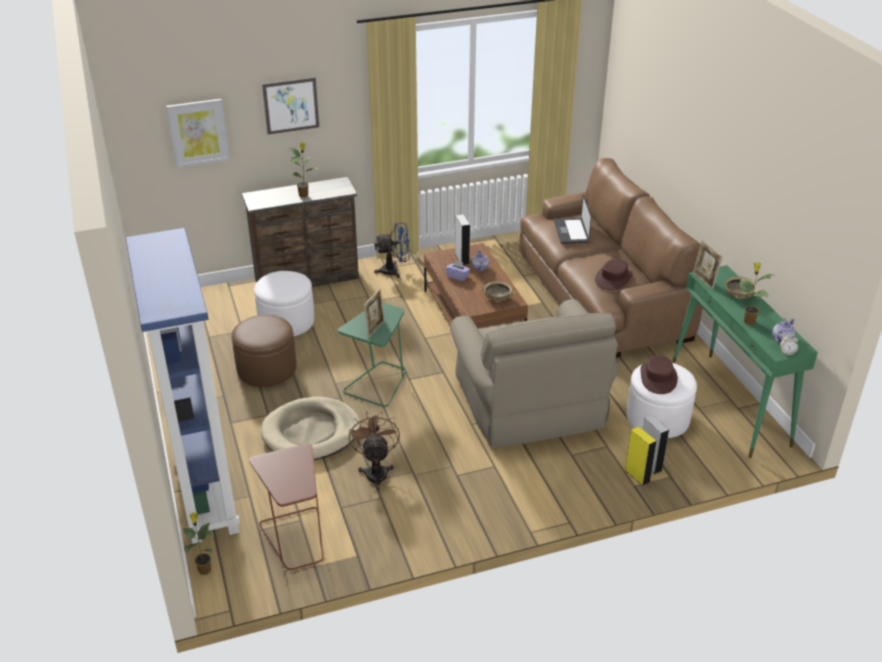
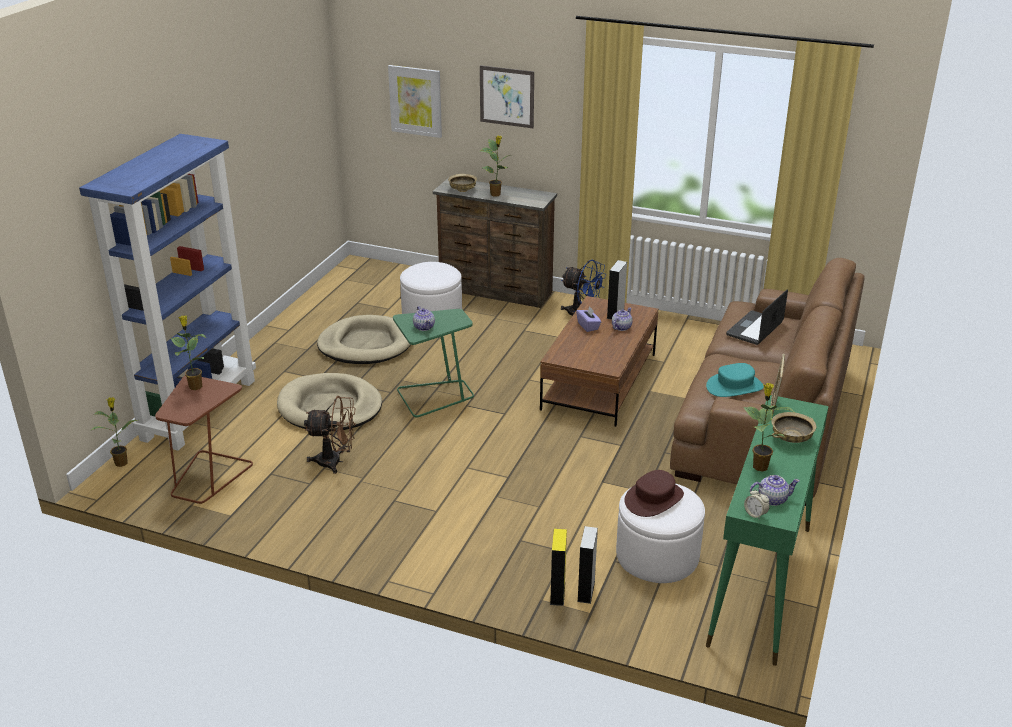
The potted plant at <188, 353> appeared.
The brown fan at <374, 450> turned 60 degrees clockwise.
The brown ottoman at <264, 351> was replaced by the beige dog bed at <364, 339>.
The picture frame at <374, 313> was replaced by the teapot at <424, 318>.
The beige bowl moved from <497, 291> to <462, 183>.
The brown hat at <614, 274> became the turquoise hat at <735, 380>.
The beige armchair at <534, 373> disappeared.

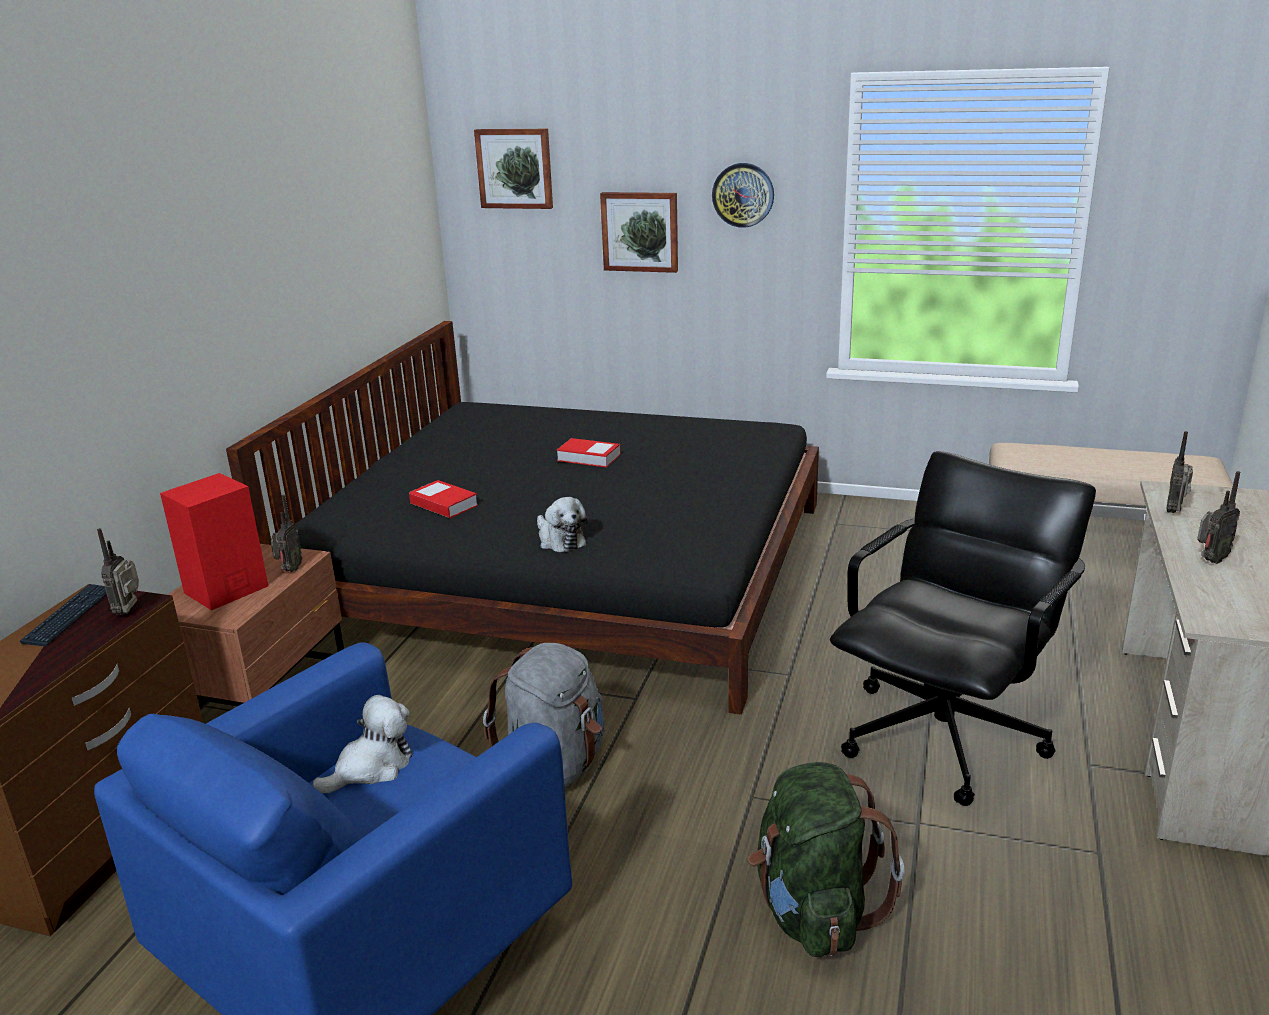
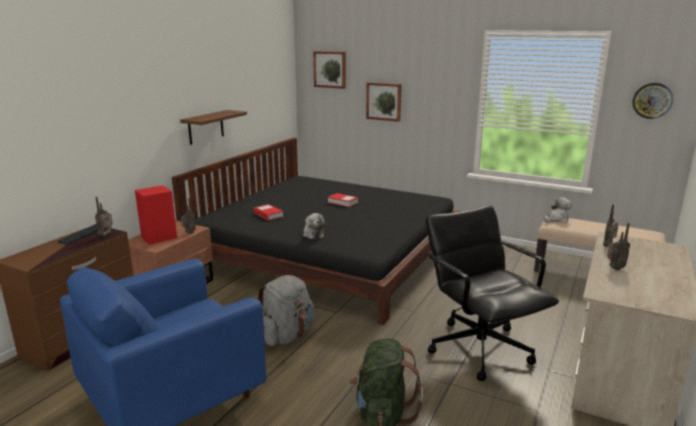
The brown shelf at <213, 127> appeared.
The black office chair at <963, 628> turned 75 degrees counterclockwise.
The plush toy moved from <362, 744> to <558, 210>.
The wall clock moved from <743, 195> to <652, 101>.

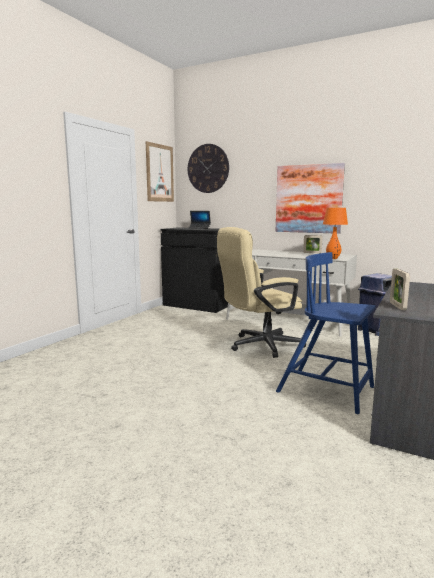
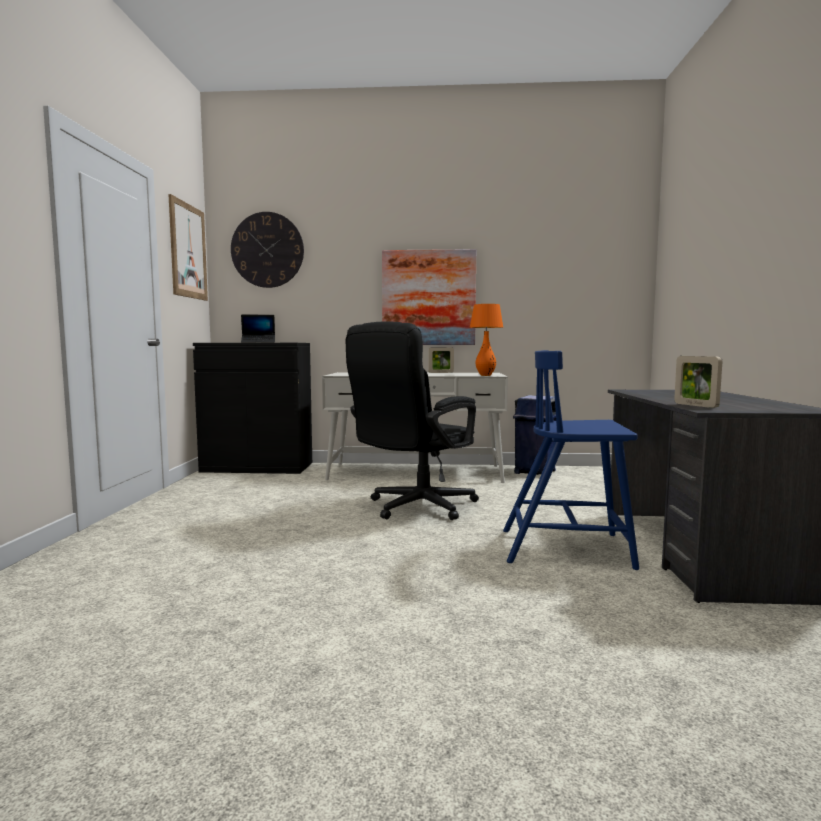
The beige office chair at <261, 292> became the black office chair at <412, 420>.

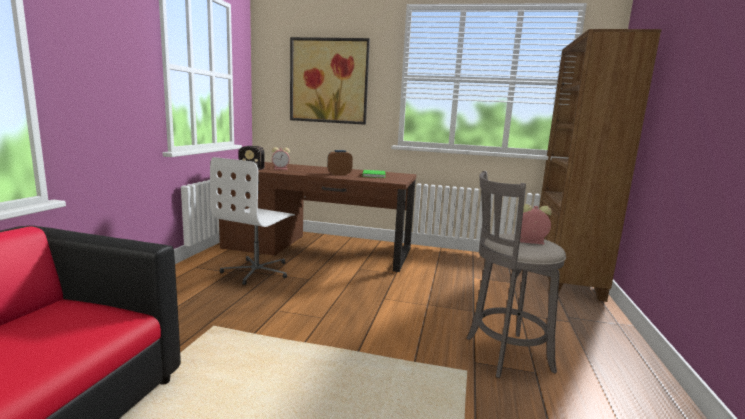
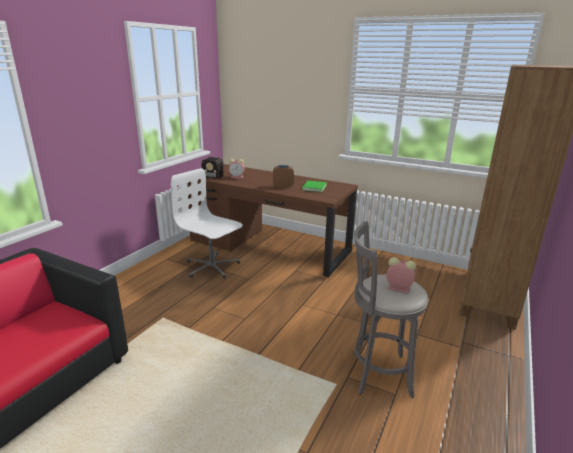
The white office chair at <252, 221> turned 90 degrees clockwise.
The picture at <330, 81> disappeared.

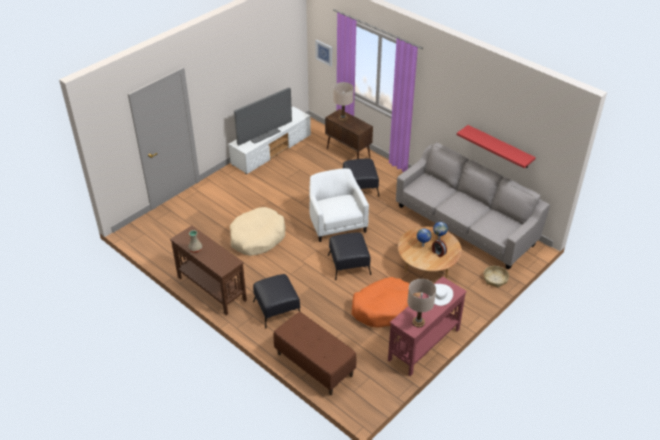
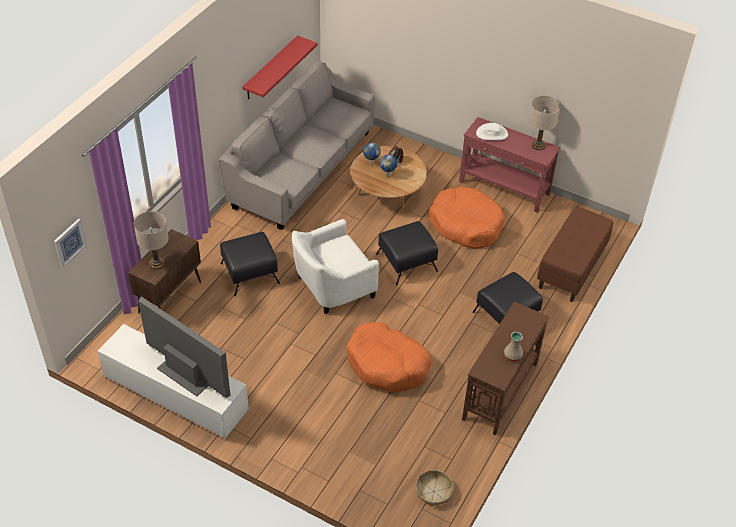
The beige dog bed at <257, 231> became the orange dog bed at <389, 357>.
The basket moved from <496, 277> to <435, 488>.

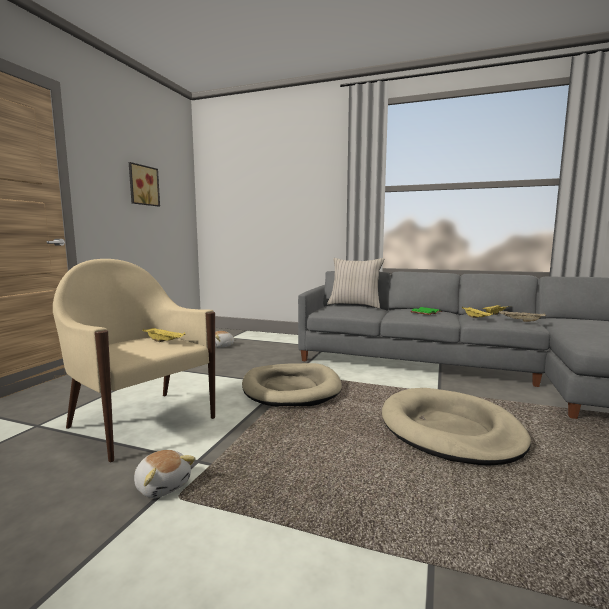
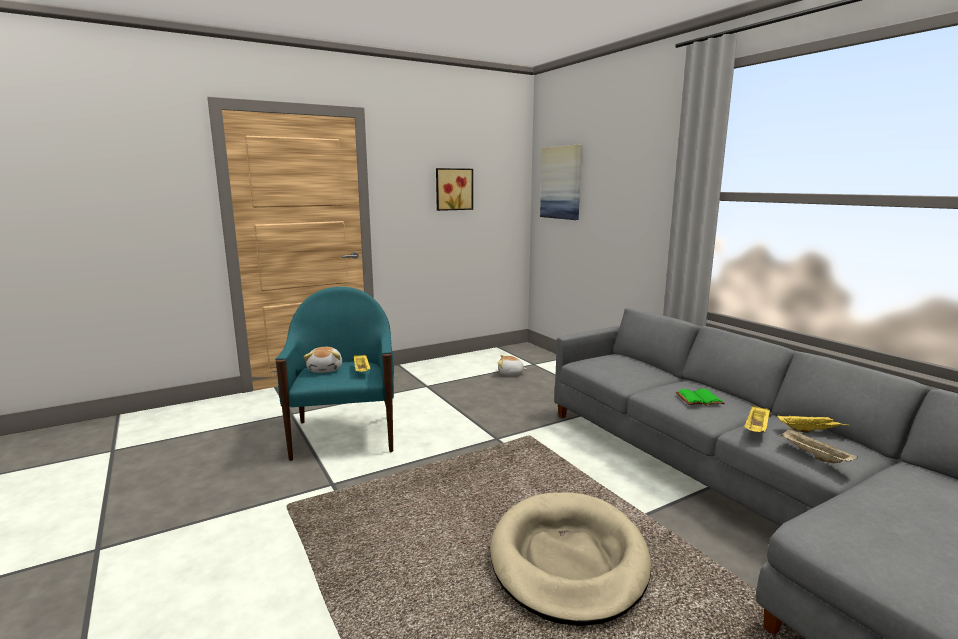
The beige armchair at <134, 360> became the turquoise armchair at <335, 374>.
The plush toy moved from <165, 474> to <323, 360>.
The picture at <561, 182> appeared.
The beige dog bed at <292, 385> disappeared.
The beige pillow at <355, 283> disappeared.

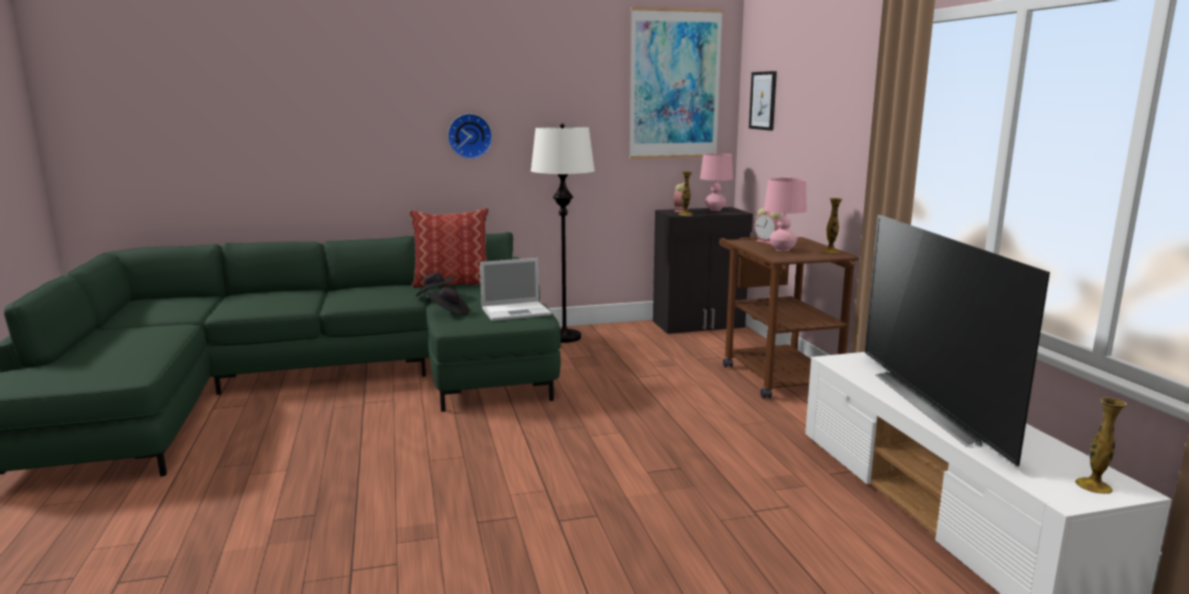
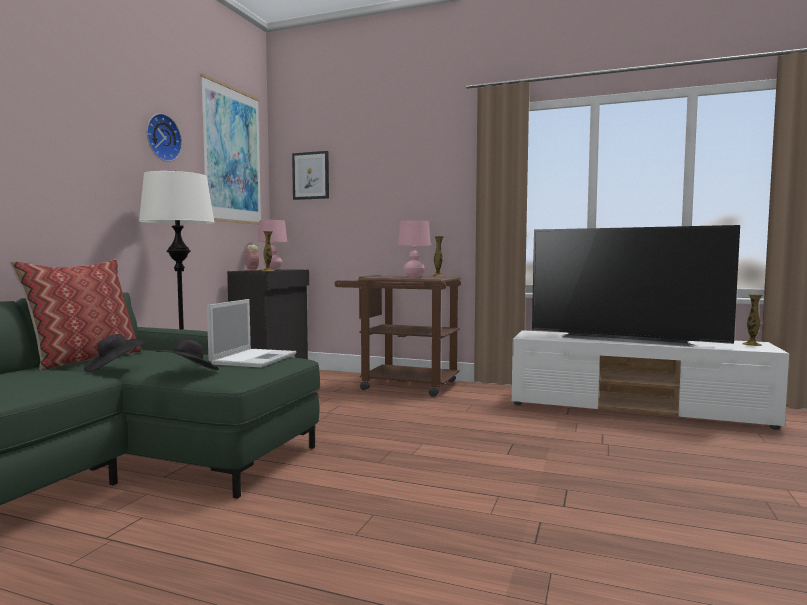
The wall clock moved from <470, 136> to <164, 137>.
The alarm clock at <767, 226> disappeared.

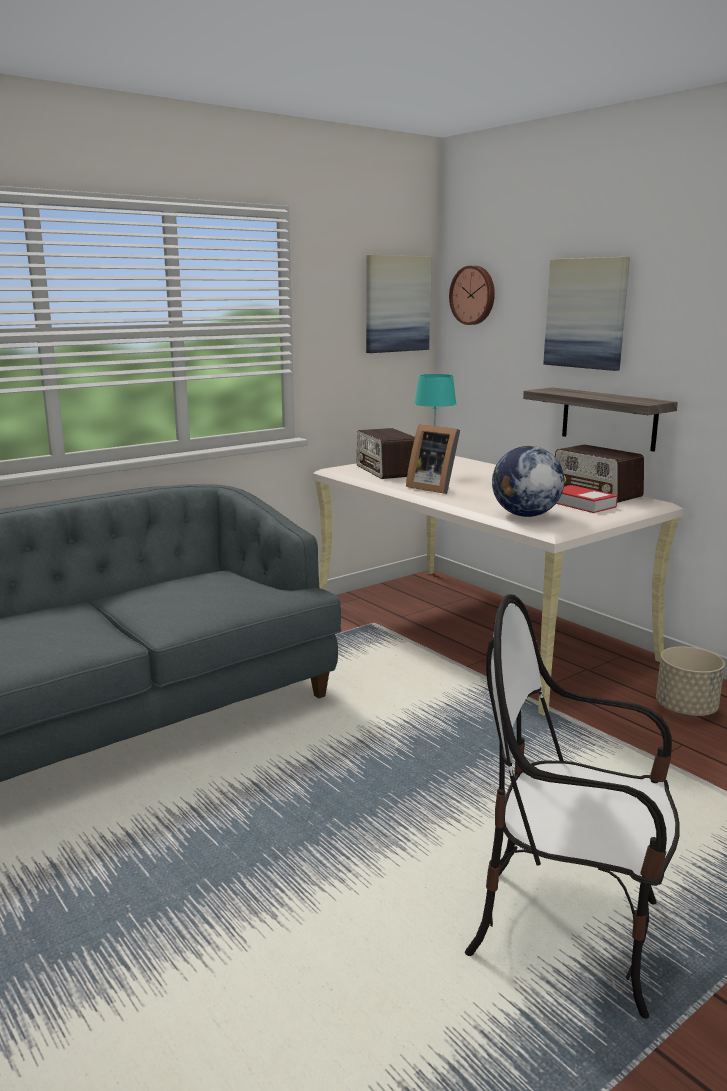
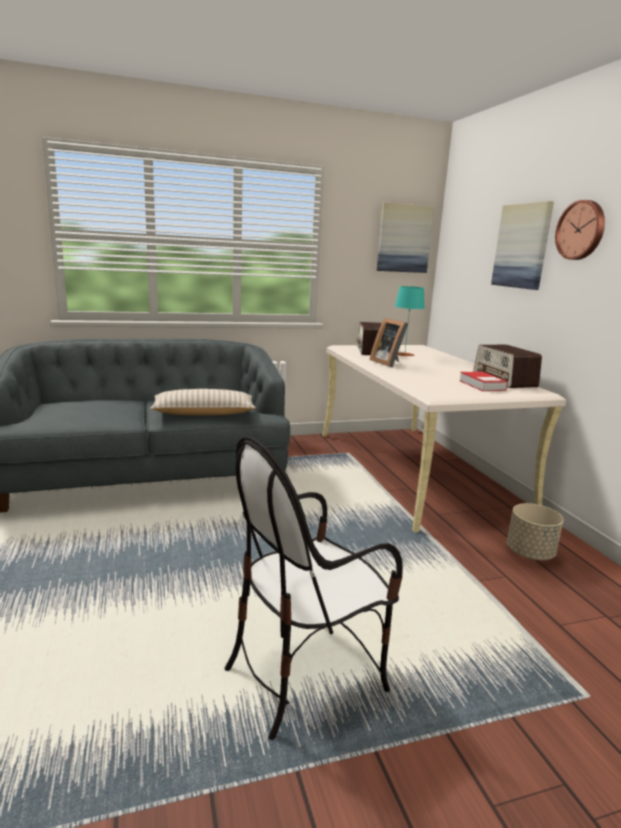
The beige pillow at <203, 402> appeared.
The chair at <572, 806> turned 75 degrees counterclockwise.
The wall clock moved from <472, 295> to <580, 230>.
The globe at <528, 481> disappeared.
The shelf at <600, 419> disappeared.

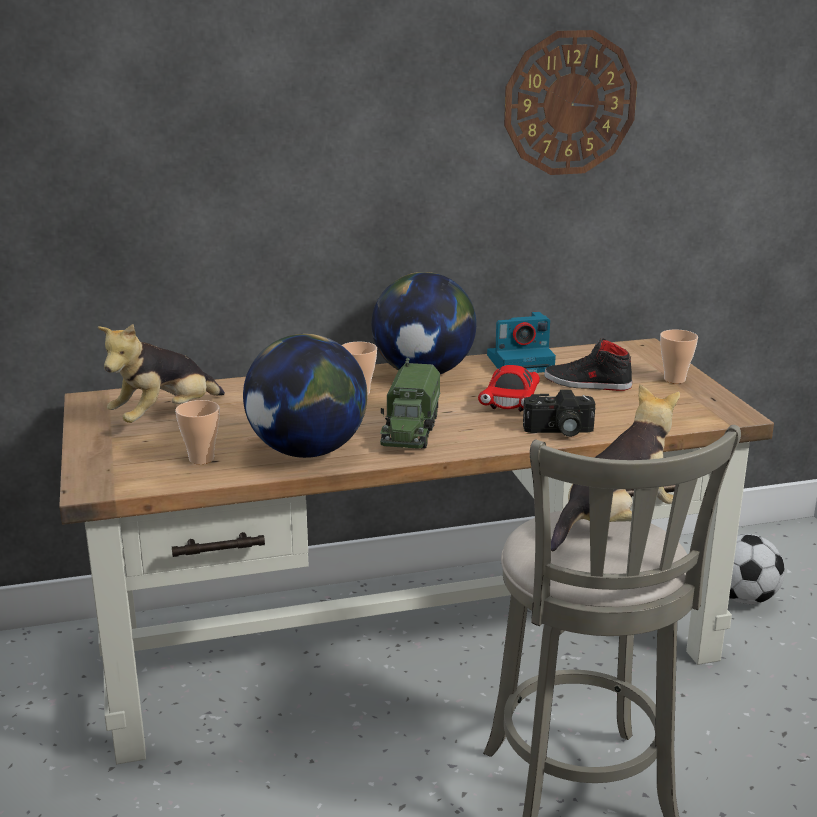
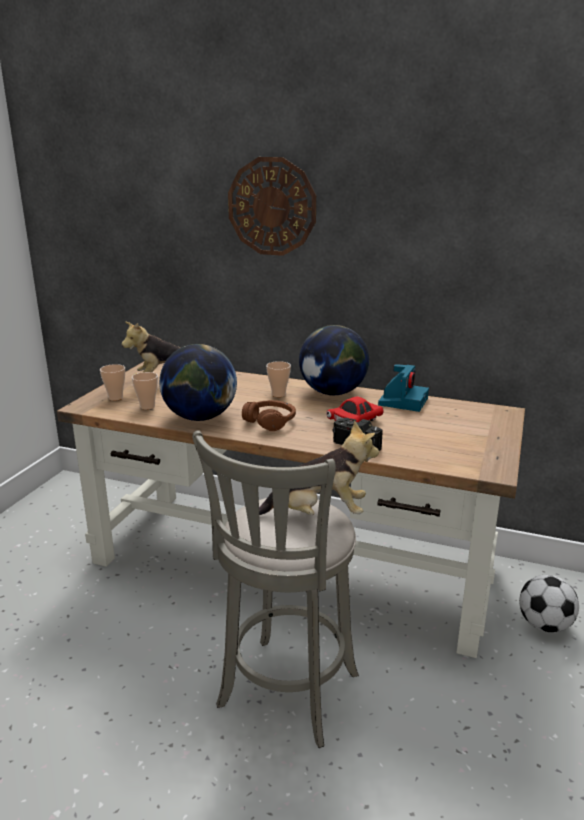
The cup moved from <679, 356> to <112, 382>.
The wall clock moved from <570, 102> to <272, 206>.
The toy truck at <410, 403> was replaced by the brown headphones at <269, 415>.
The photo camera at <521, 342> turned 90 degrees counterclockwise.
The black shoe at <588, 364> disappeared.

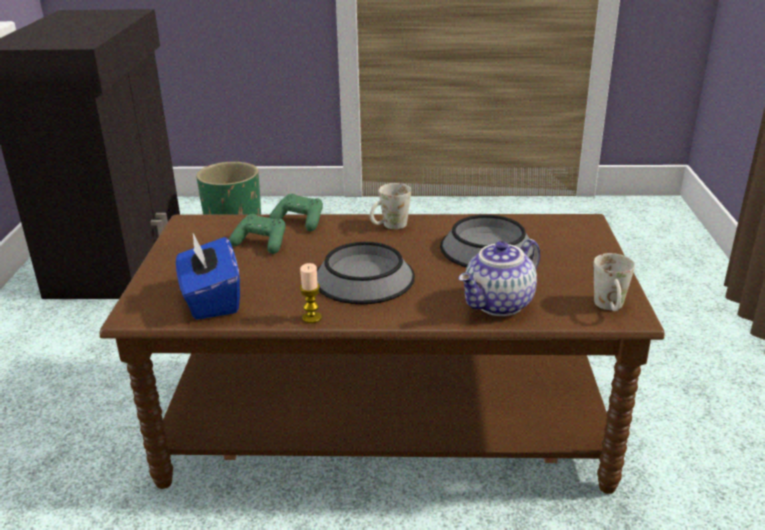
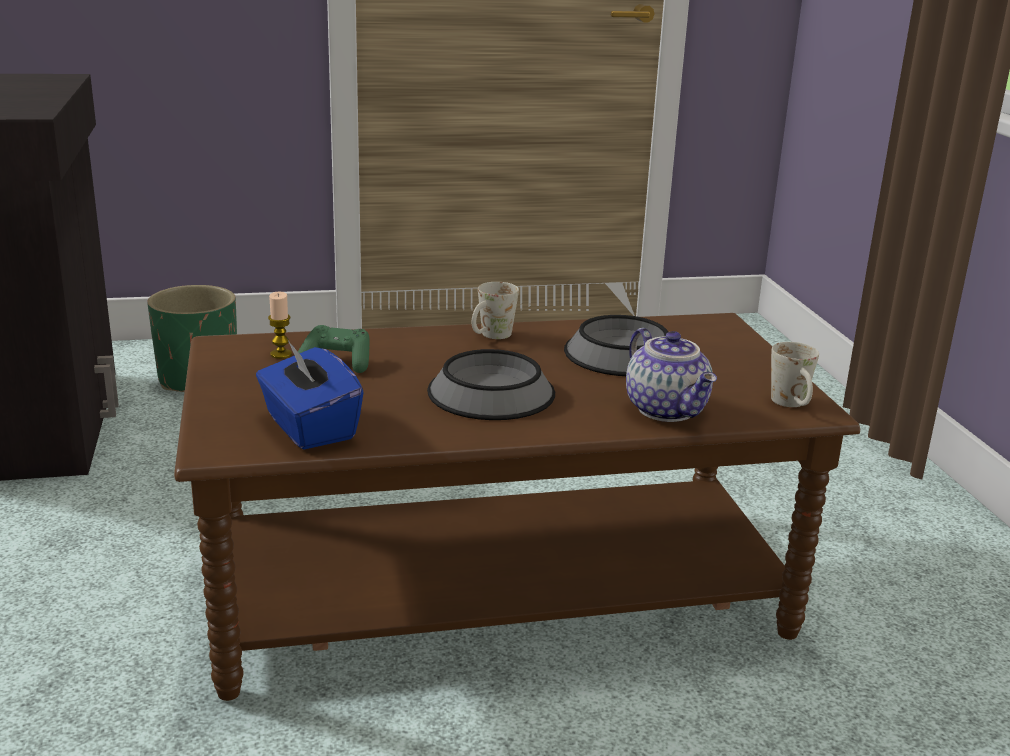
The candle moved from <311, 293> to <280, 325>.
The teapot at <499, 277> turned 60 degrees counterclockwise.
The green game controller at <296, 212> disappeared.

